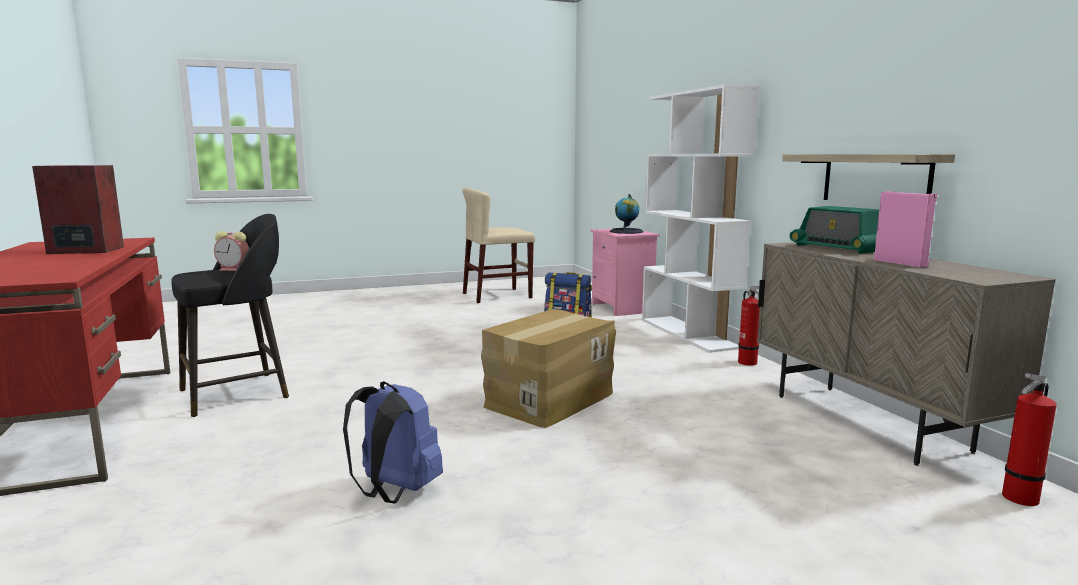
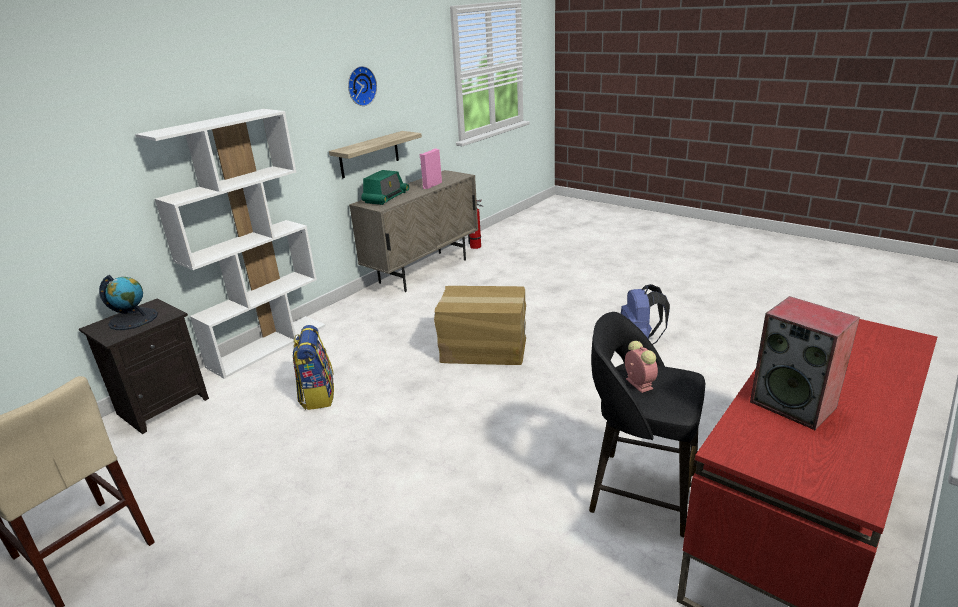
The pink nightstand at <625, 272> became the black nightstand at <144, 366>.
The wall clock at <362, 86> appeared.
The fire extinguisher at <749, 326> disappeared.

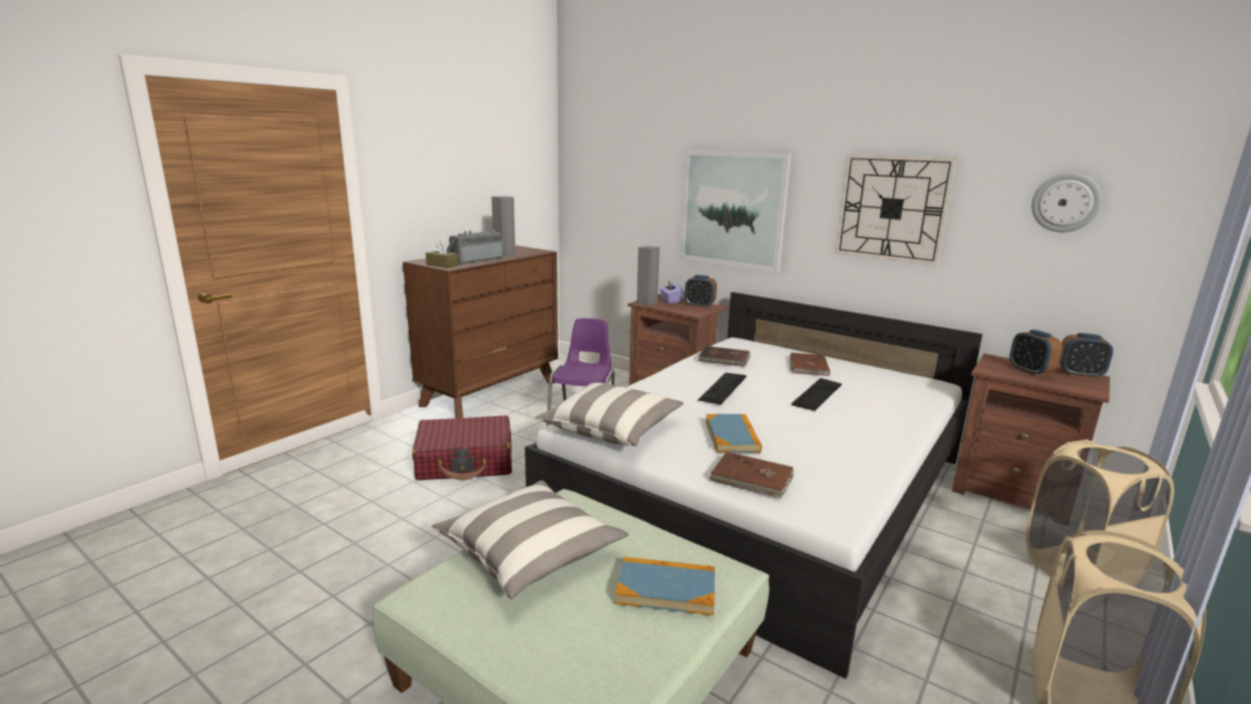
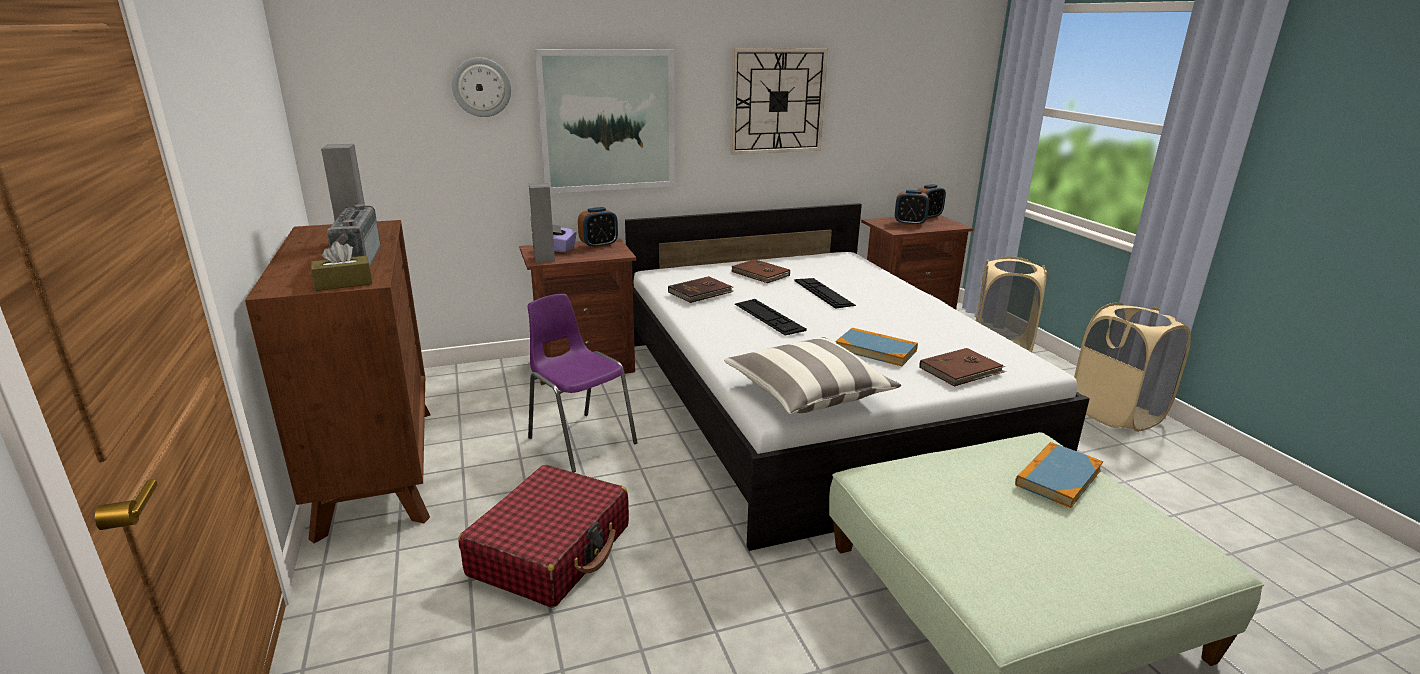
The wall clock moved from <1067, 202> to <481, 87>.
The pillow at <530, 540> disappeared.

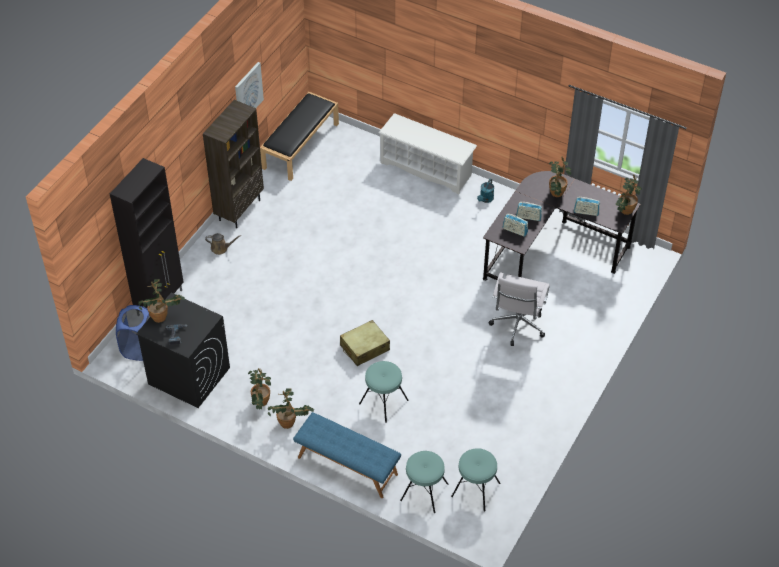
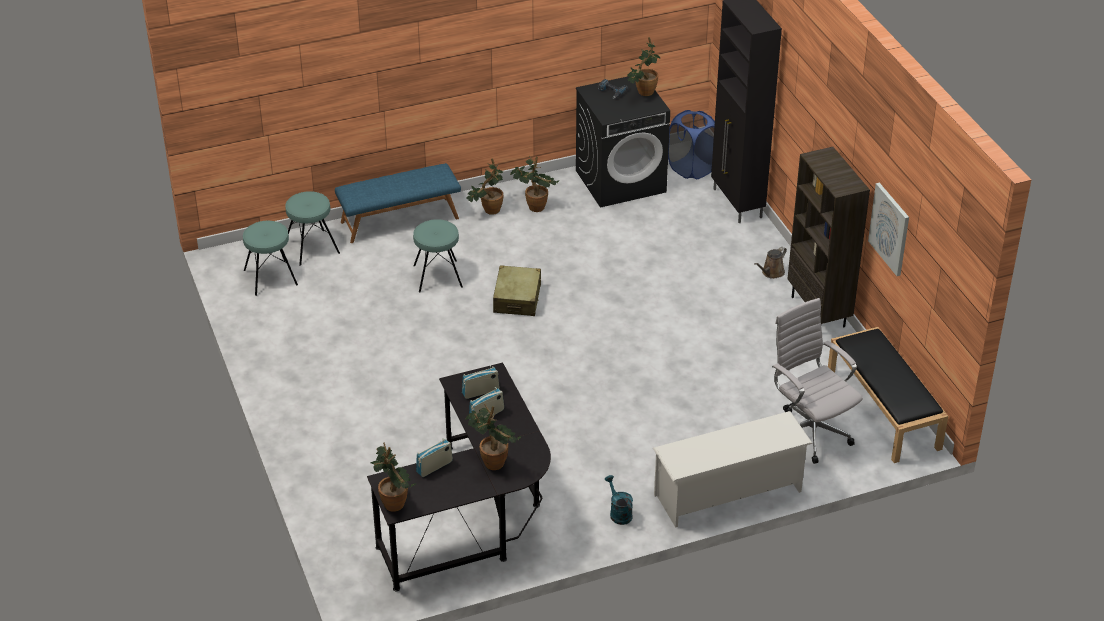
The white office chair moved from <519, 309> to <817, 381>.

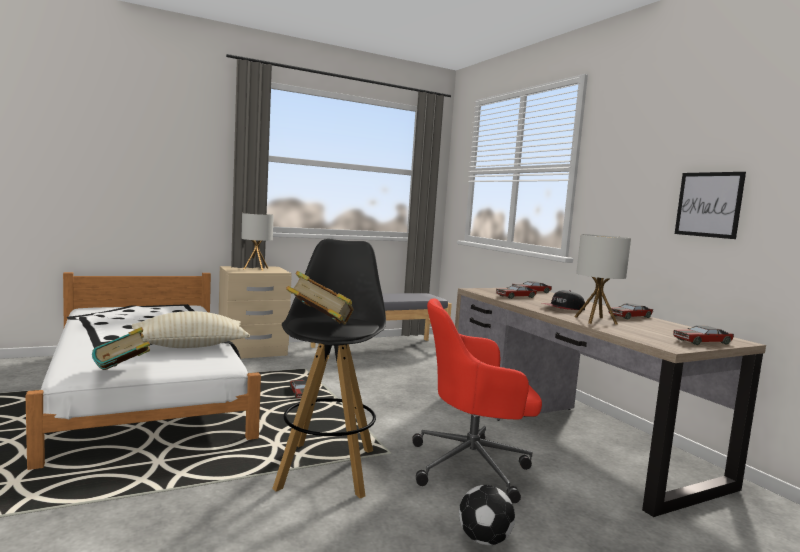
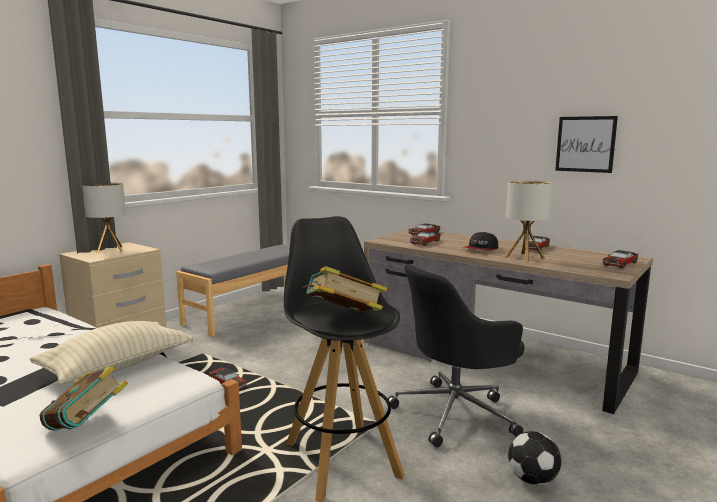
The red office chair at <477, 400> became the black office chair at <456, 356>.

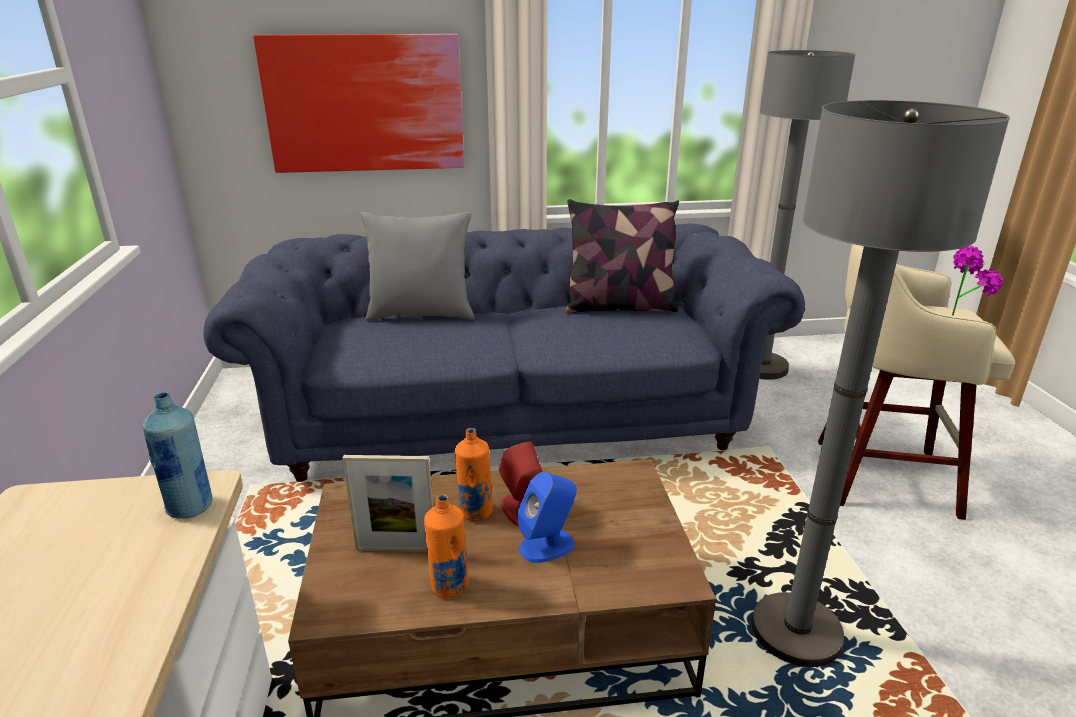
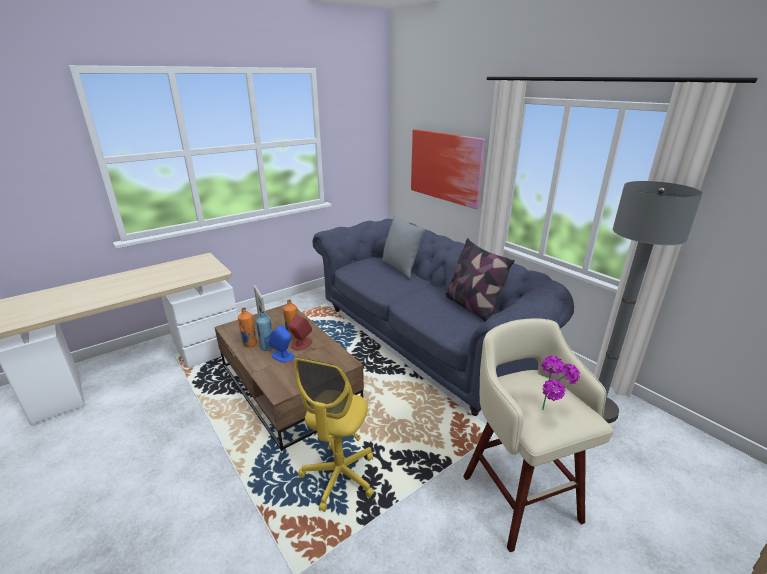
The blue bottle moved from <178, 455> to <264, 331>.
The grey floor lamp at <880, 383> was replaced by the yellow office chair at <334, 434>.

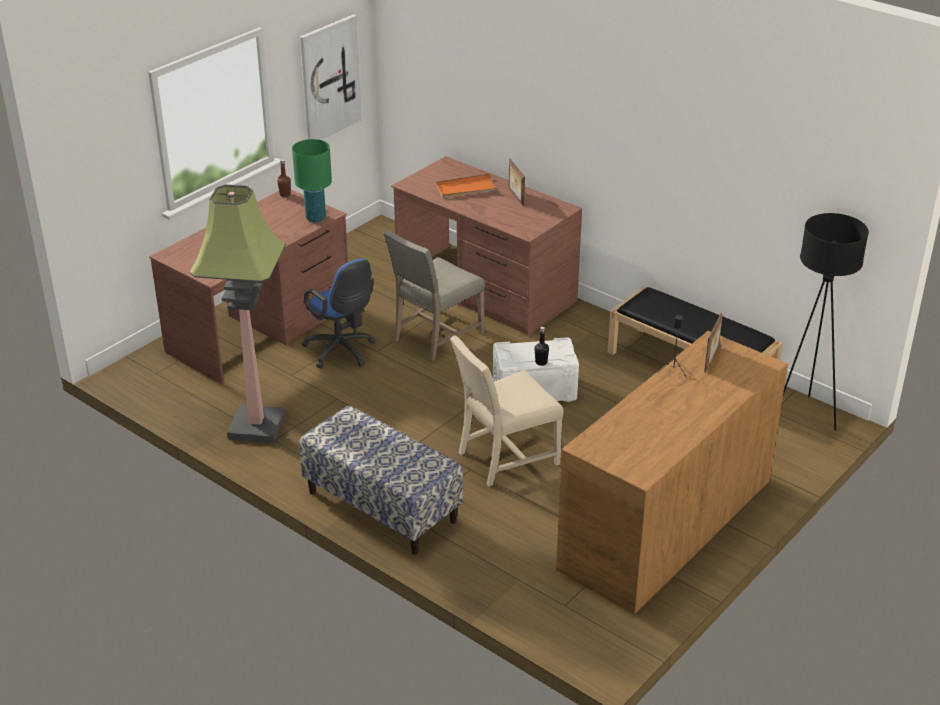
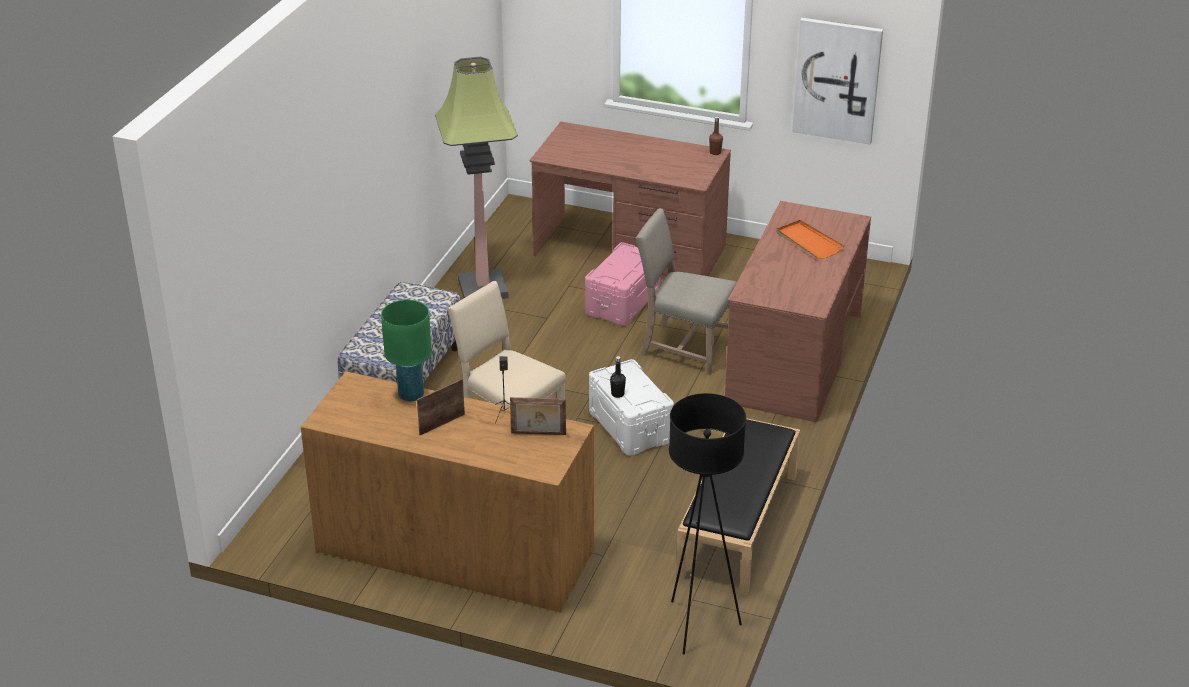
The green table lamp moved from <312, 180> to <406, 351>.
The picture frame moved from <517, 182> to <441, 407>.
The blue office chair at <338, 313> was replaced by the pink storage box at <623, 284>.

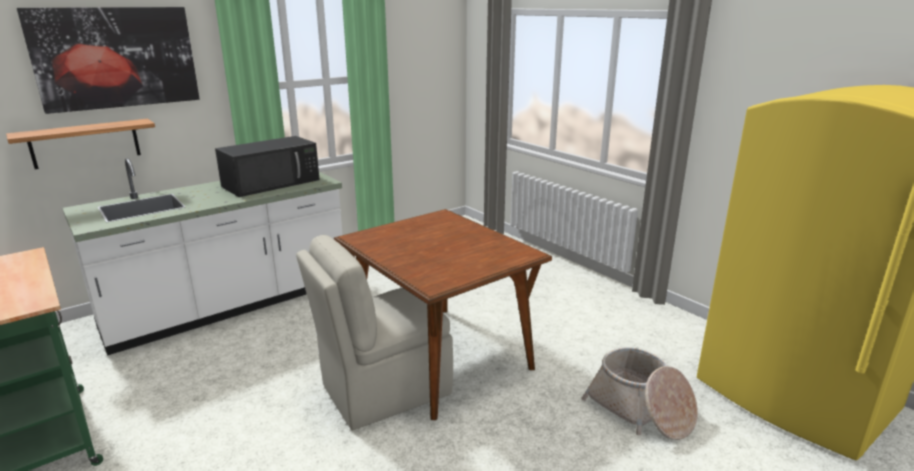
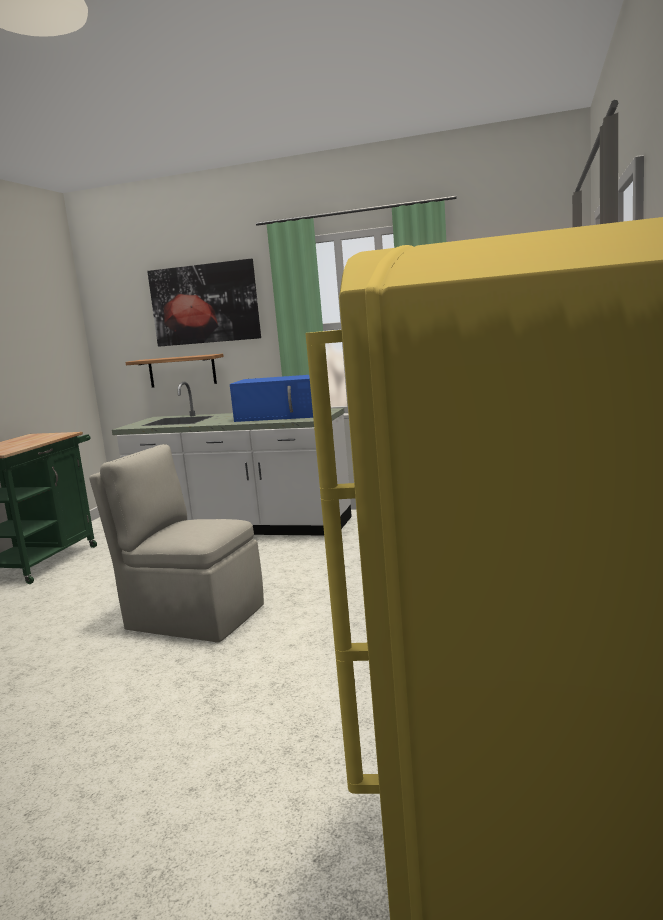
The black microwave at <267, 166> became the blue microwave at <271, 398>.
The brown dining table at <443, 314> disappeared.
The basket at <639, 393> disappeared.

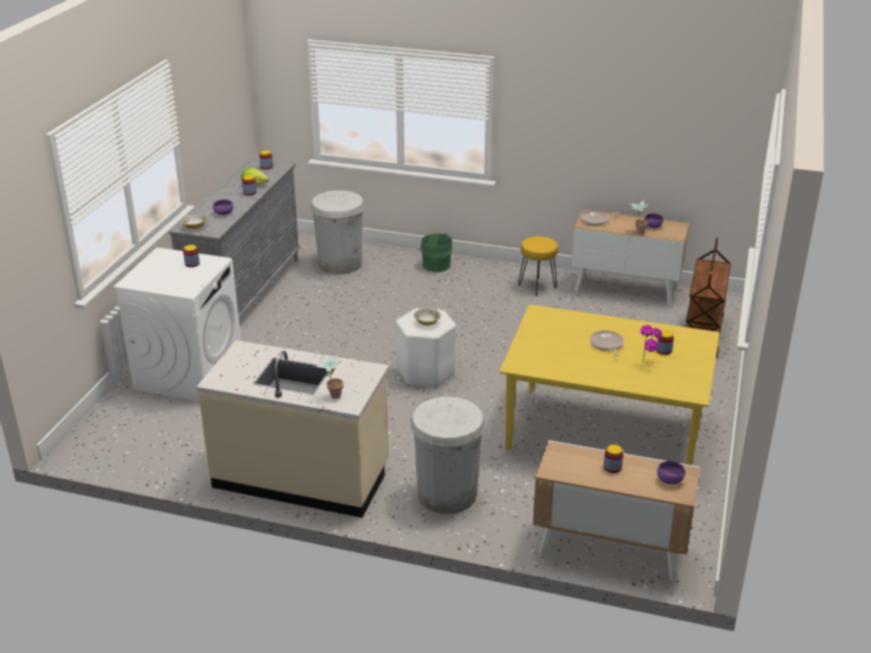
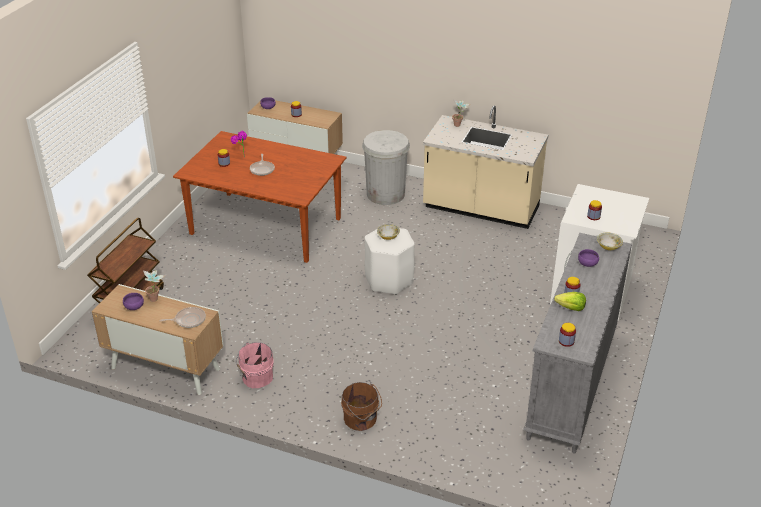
The yellow dining table at <609, 384> became the brown dining table at <259, 197>.
The yellow stool at <538, 266> was replaced by the pink bucket at <255, 365>.
The green bucket at <436, 252> became the brown bucket at <361, 406>.
The white trash can at <337, 232> disappeared.

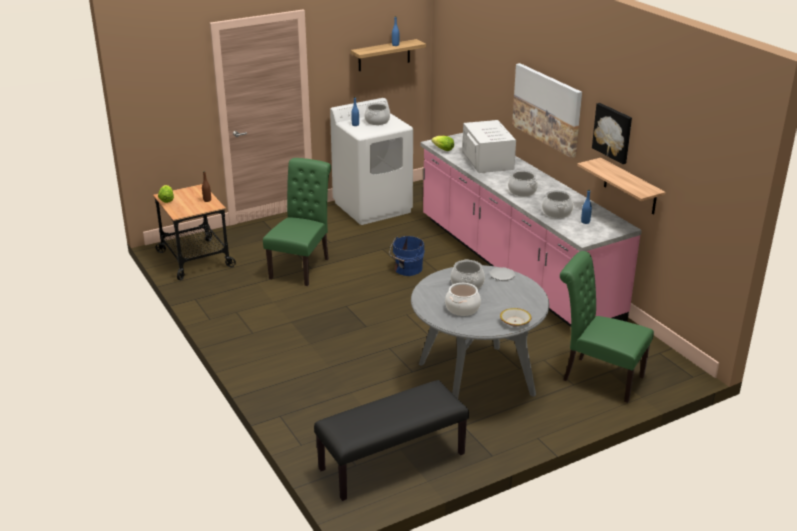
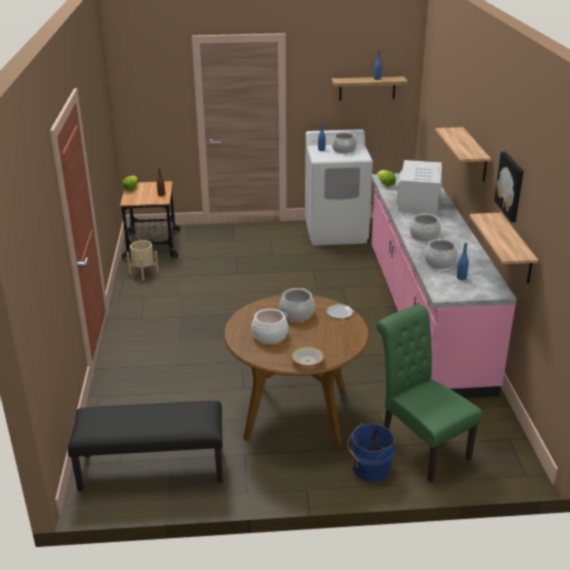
The beige planter at <142, 260> appeared.
The grey dining table at <480, 332> became the brown dining table at <296, 370>.
The blue bucket moved from <407, 256> to <371, 452>.
The picture at <547, 110> was replaced by the shelf at <463, 154>.
The green chair at <297, 222> disappeared.

